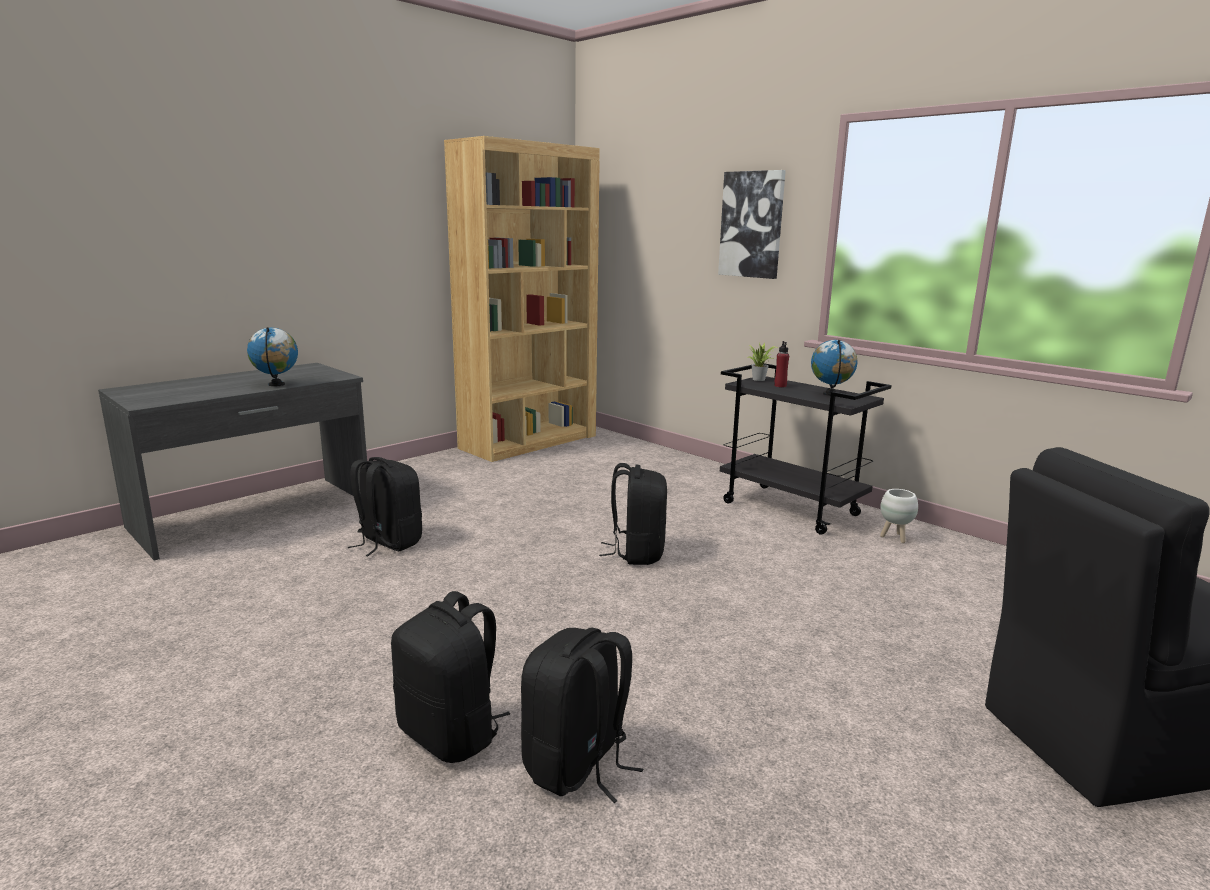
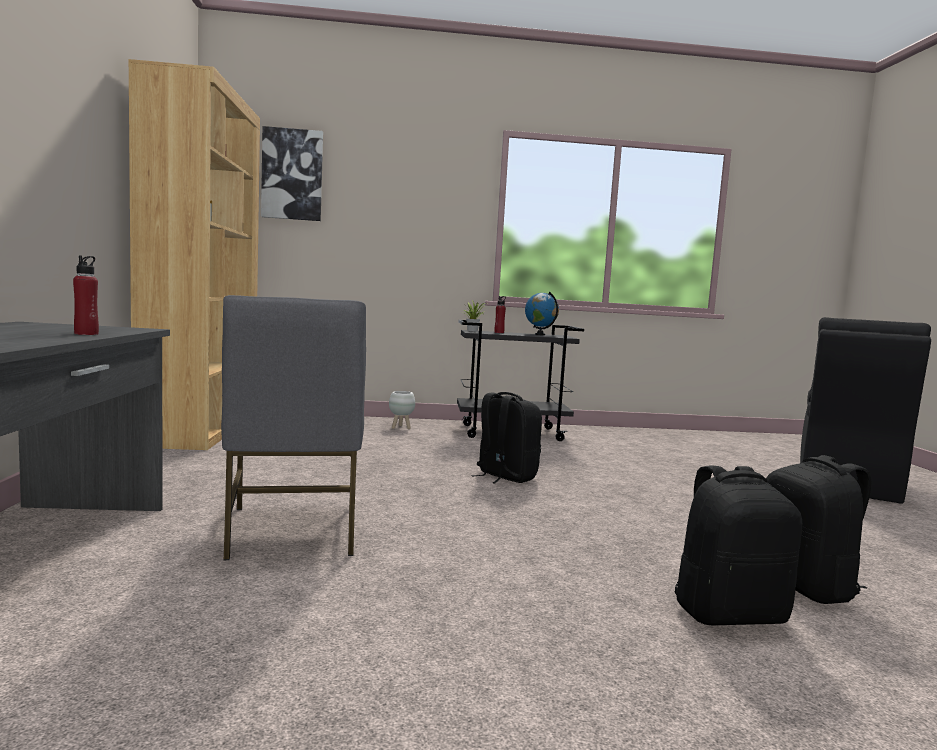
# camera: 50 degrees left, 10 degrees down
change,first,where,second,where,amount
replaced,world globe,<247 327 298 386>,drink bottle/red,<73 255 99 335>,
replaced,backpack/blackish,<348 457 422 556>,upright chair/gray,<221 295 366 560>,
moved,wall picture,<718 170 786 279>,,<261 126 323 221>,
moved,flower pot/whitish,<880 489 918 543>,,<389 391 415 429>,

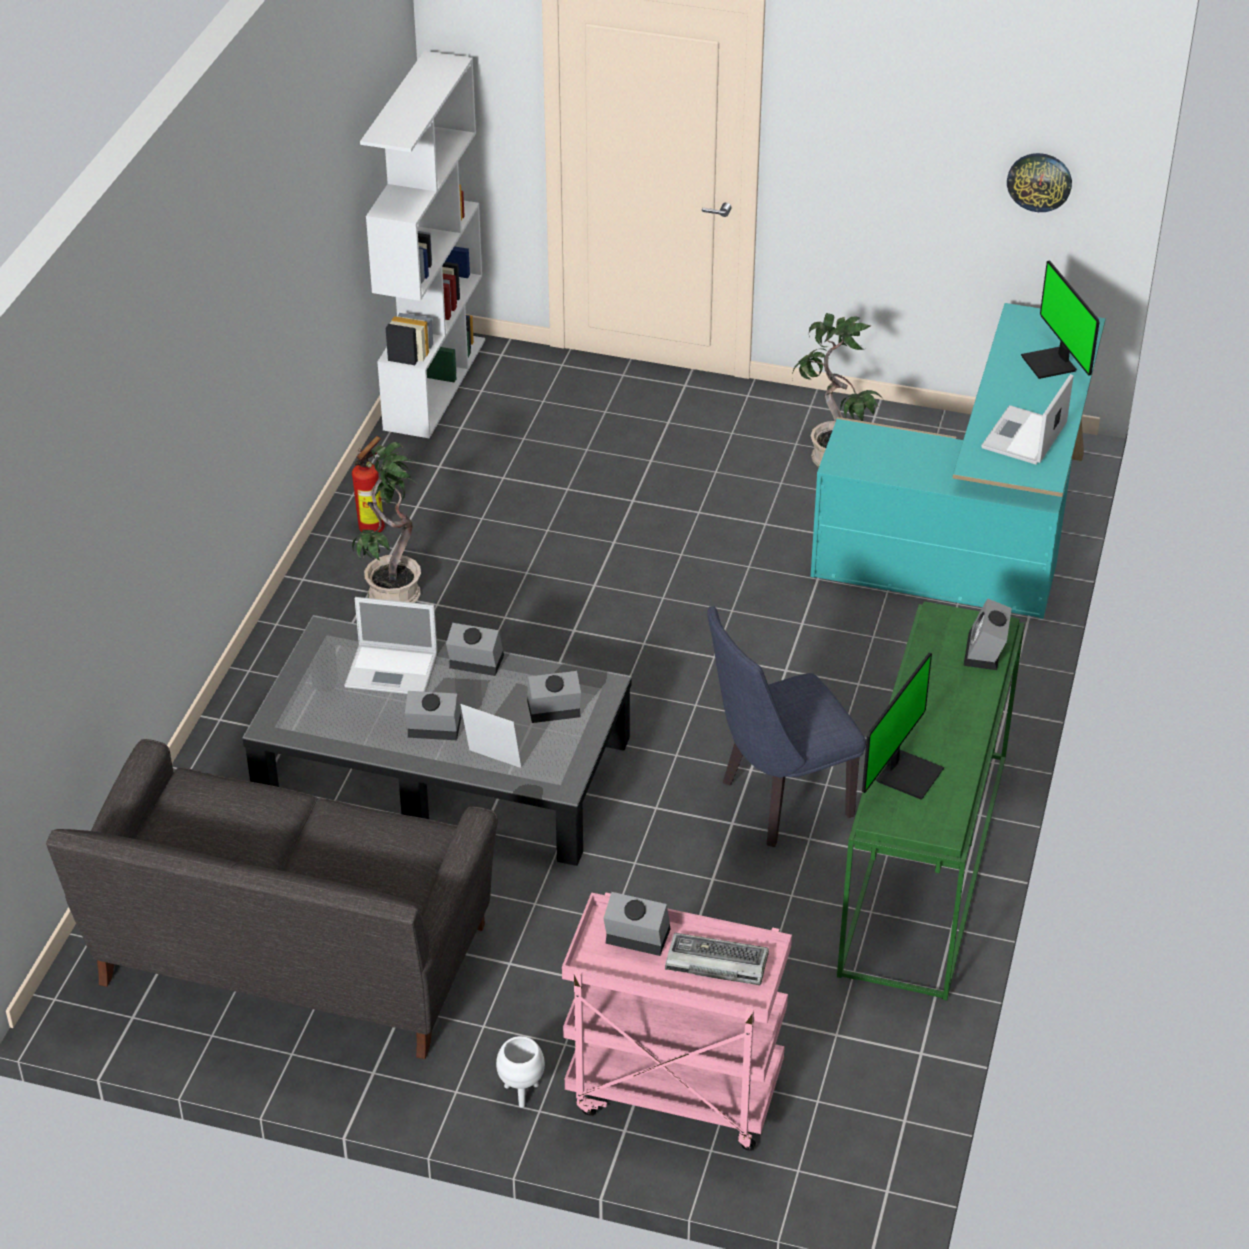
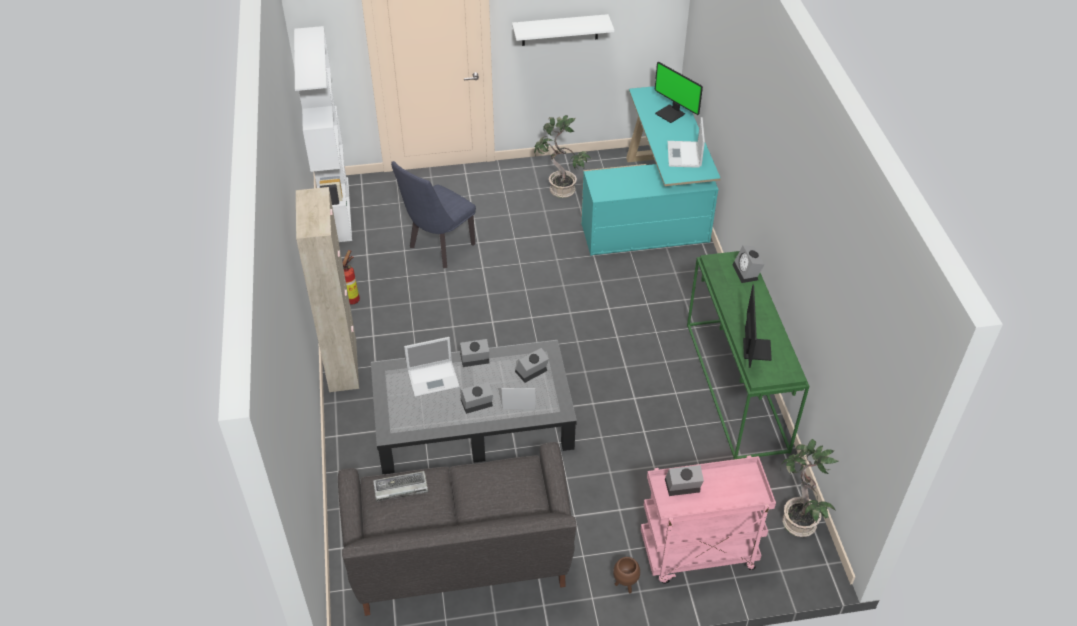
# camera: 25 degrees left, 5 degrees up
change,first,where,second,where,amount
moved,potted plant,<352 442 421 603>,,<781 439 839 537>,
recoloured,flower pot/whitish,<496 1036 545 1108>,flower pot/brownish,<613 557 640 593>,
moved,keyboard,<665 933 769 986>,,<373 471 428 502>,
moved,upright chair/blue,<707 606 866 847>,,<391 161 476 268>,
removed,wall clock,<1007 153 1072 212>,,,
added,,,cabinet/beige-coloured,<296 187 359 392>,
added,,,shelf/whitish,<512 14 614 46>,

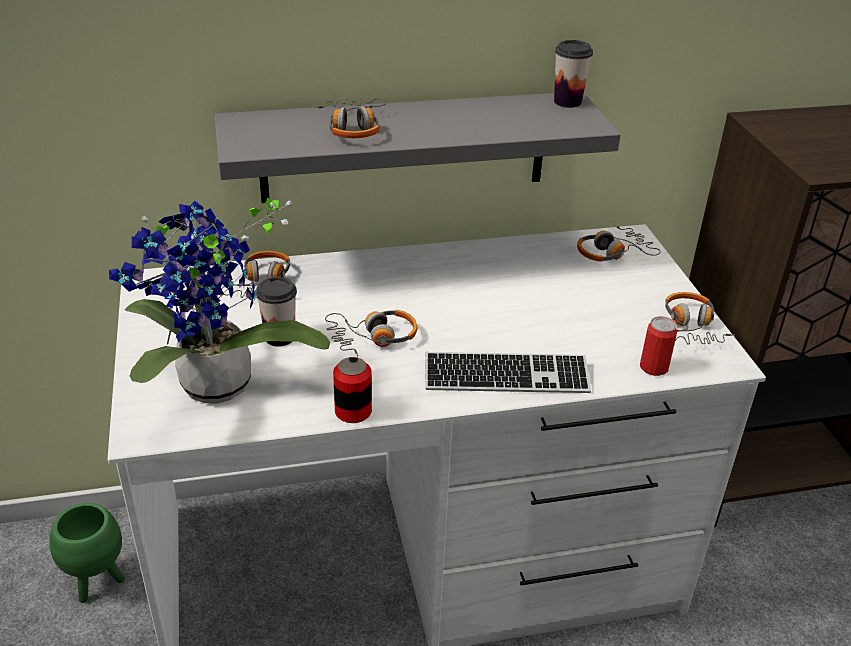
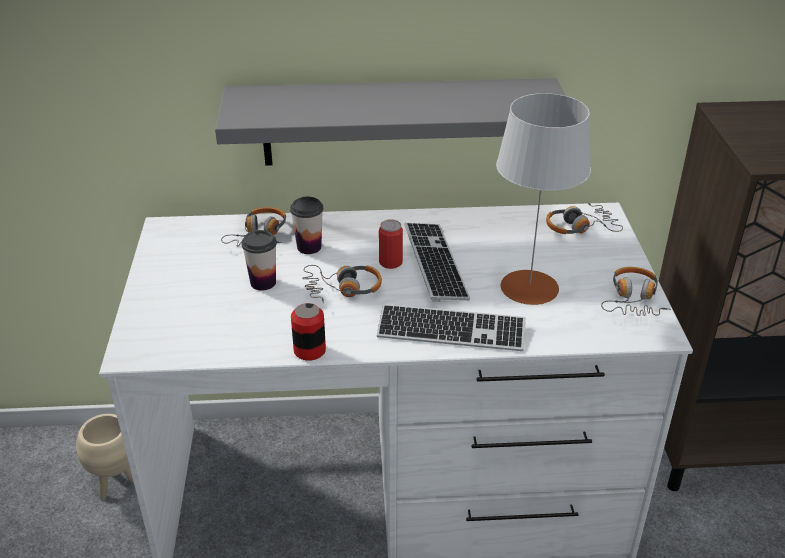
# camera: 10 degrees right, 0 degrees up
change,first,where,second,where,amount
recoloured,flower pot/green,<49 503 125 603>,flower pot/beige-coloured,<76 414 134 499>,
removed,potted plant,<109 198 330 404>,,,
removed,pair of headphones,<314 98 386 138>,,,
moved,small cup,<554 40 593 108>,,<290 197 323 254>,
moved,can,<640 316 677 376>,,<379 219 403 269>,
added,,,keyboard,<404 223 470 302>,
added,,,table lamp/gray,<496 93 591 305>,

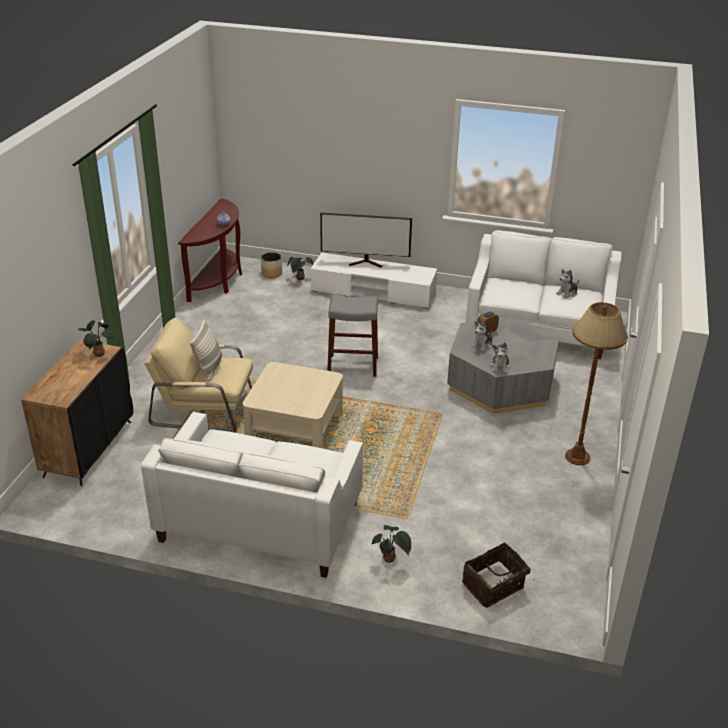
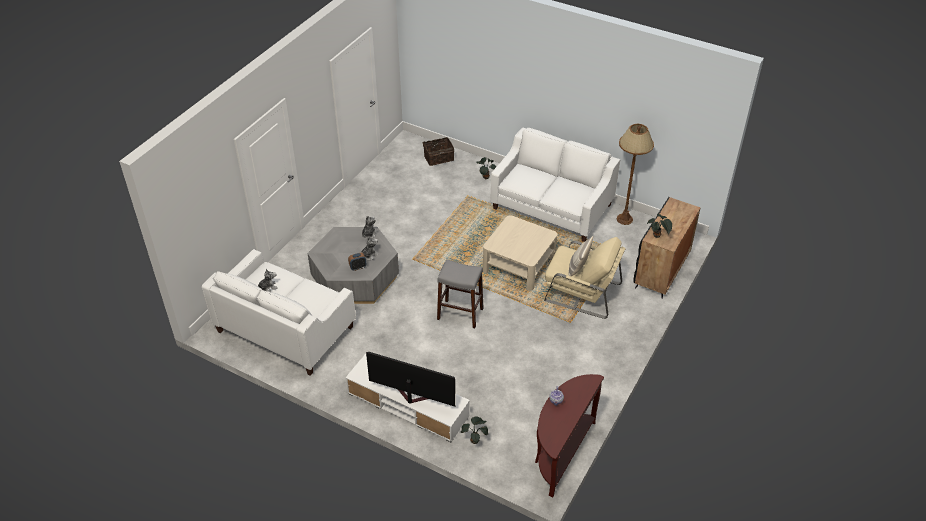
# camera: 165 degrees left, 10 degrees up
change,first,where,second,where,amount
removed,flower pot,<261 252 282 278>,,,
moved,standard lamp/brownish,<565 302 628 465>,,<617 124 654 225>,

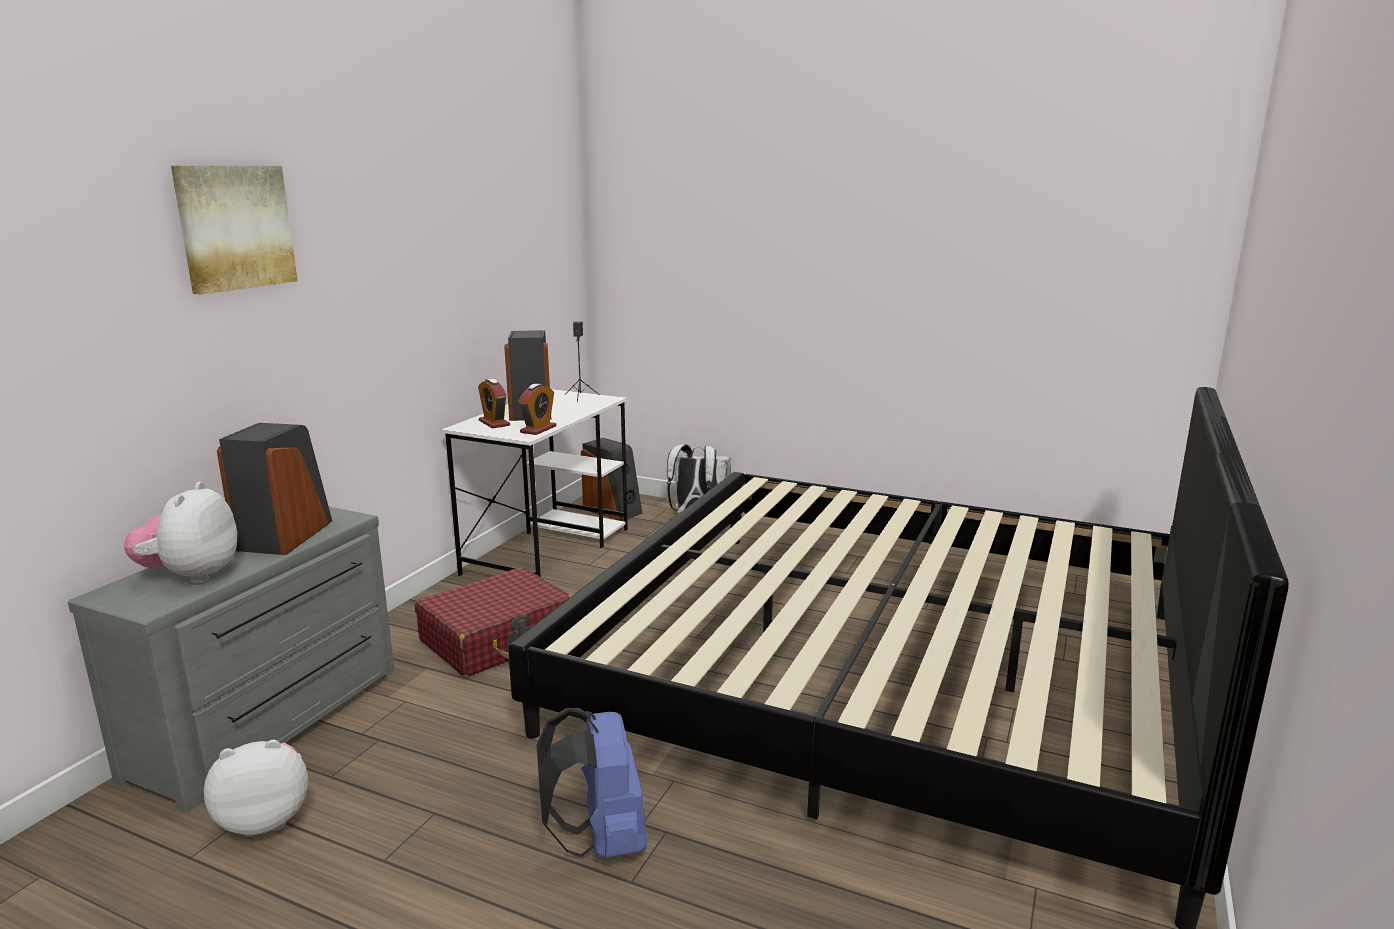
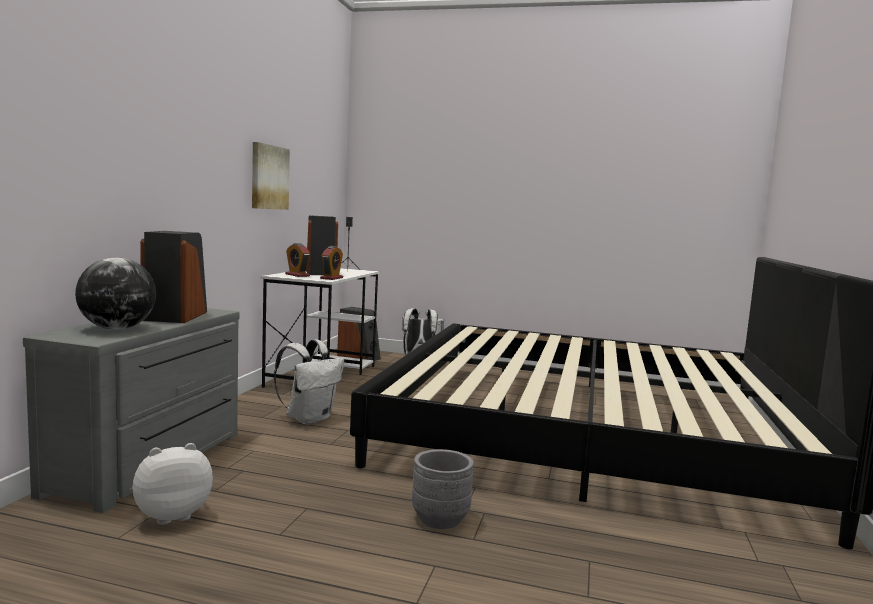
# camera: 10 degrees left, 10 degrees down
change,first,where,second,where,amount
replaced,soft toy,<124 482 237 584>,world globe,<75 258 156 330>,
moved,wall picture,<171 166 298 295>,,<252 142 290 210>,
replaced,travel case/red,<415 567 572 677>,backpack/whitish,<274 339 344 425>,
replaced,backpack/blue,<536 708 647 858>,flower pot/gray,<412 449 474 529>,

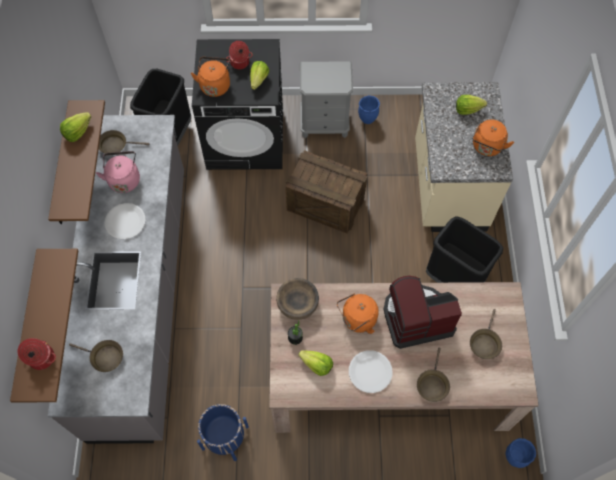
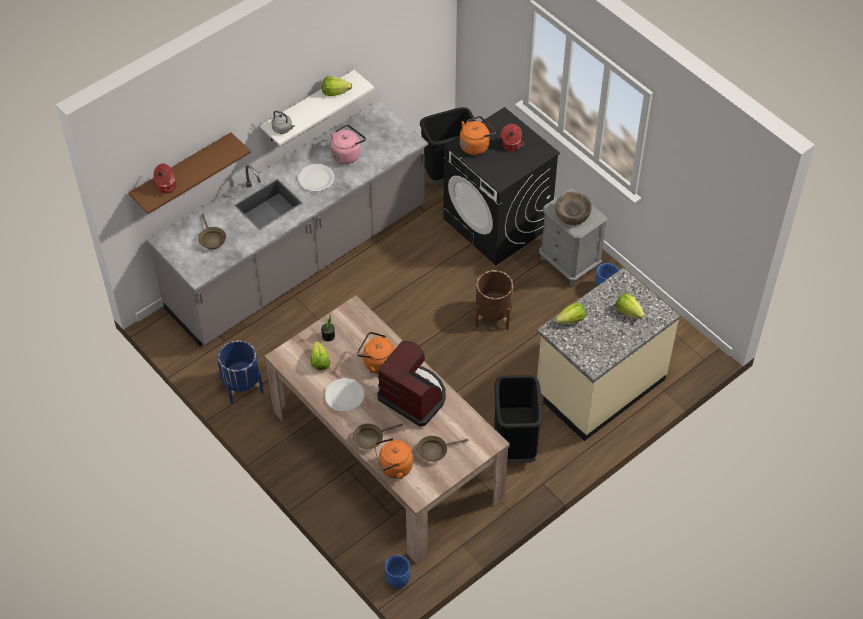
# camera: 50 degrees right, 10 degrees down
change,first,where,second,where,amount
recoloured,shelf/brownish,<48 100 105 224>,shelf/whitish,<260 70 374 146>,
removed,pan/brownish,<99 130 149 154>,,,
moved,lettuce,<250 61 269 90>,,<555 302 585 324>,
moved,bowl/brownish,<276 278 319 320>,,<555 192 592 225>,
replaced,crate,<286 150 368 234>,flower pot/brownish,<475 270 513 330>,
moved,kettle/orange,<472 119 514 156>,,<374 438 413 479>,
added,,,kettle/gray,<272 111 295 134>,

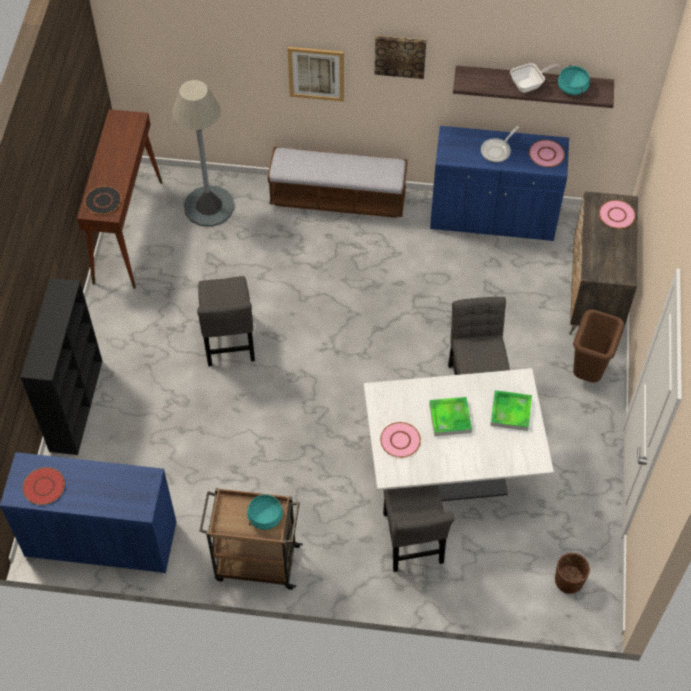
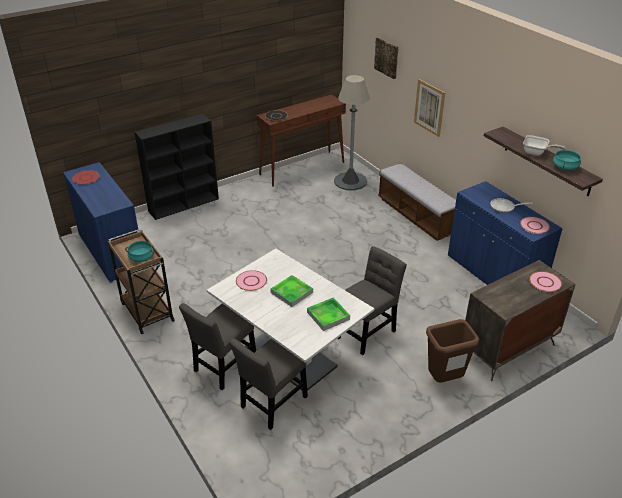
# camera: 50 degrees right, 20 degrees down
change,first,where,second,where,amount
moved,upright chair/gray,<197 276 255 366>,,<229 339 308 430>,
moved,wall picture,<374 35 426 79>,,<374 37 399 79>,
removed,flower pot/brownish,<555 553 590 594>,,,

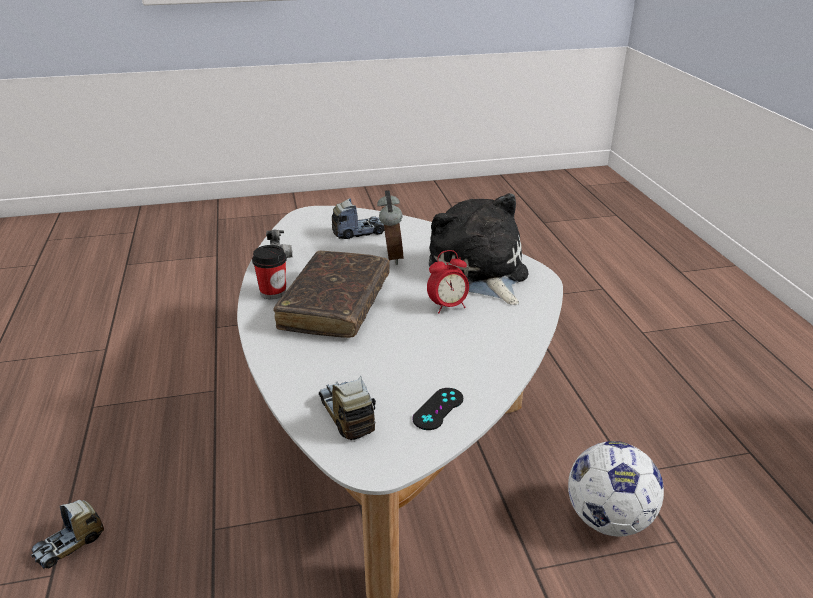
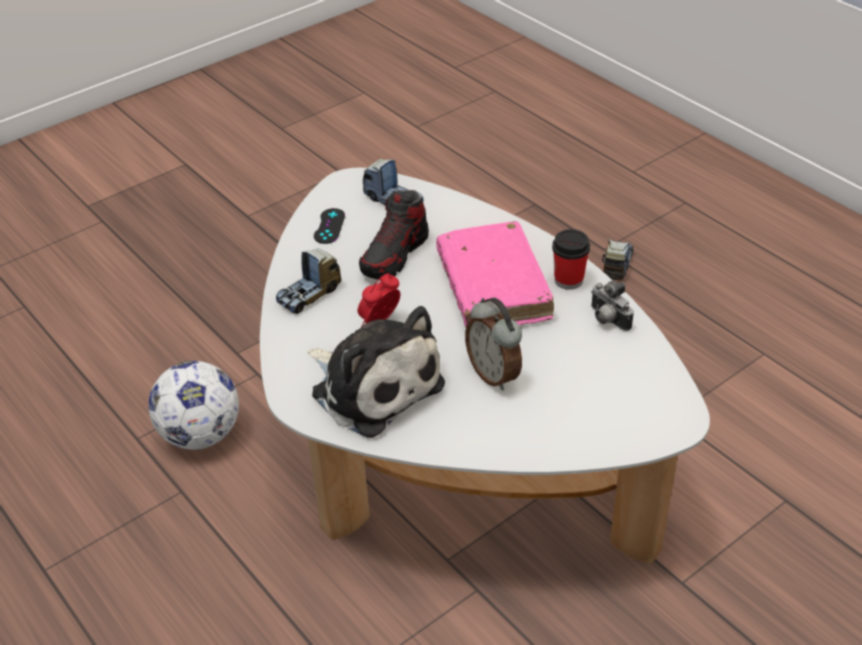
# camera: 155 degrees right, 10 degrees up
change,first,where,second,where,amount
recoloured,volume/brownish,<273 251 390 338>,volume/pink,<436 221 554 327>,
moved,toy truck,<332 198 385 239>,,<276 248 341 314>,
added,,,item of footwear,<359 190 429 280>,

